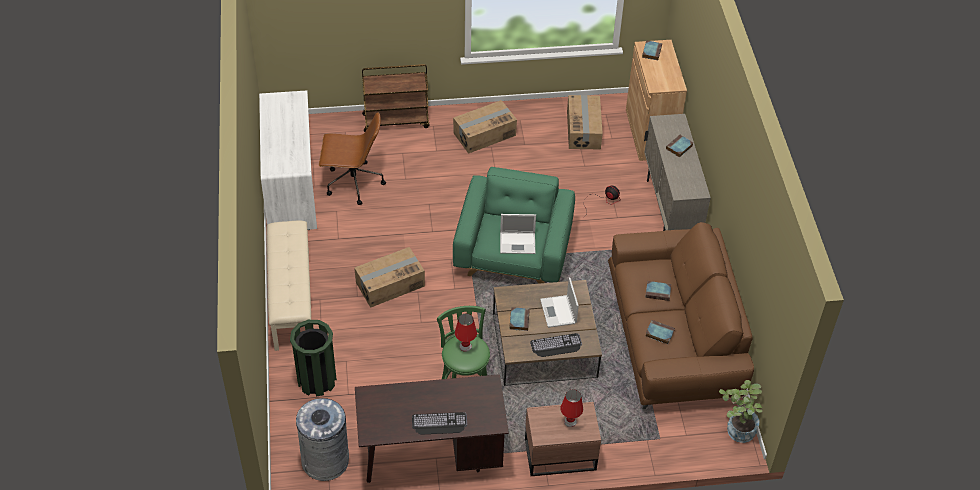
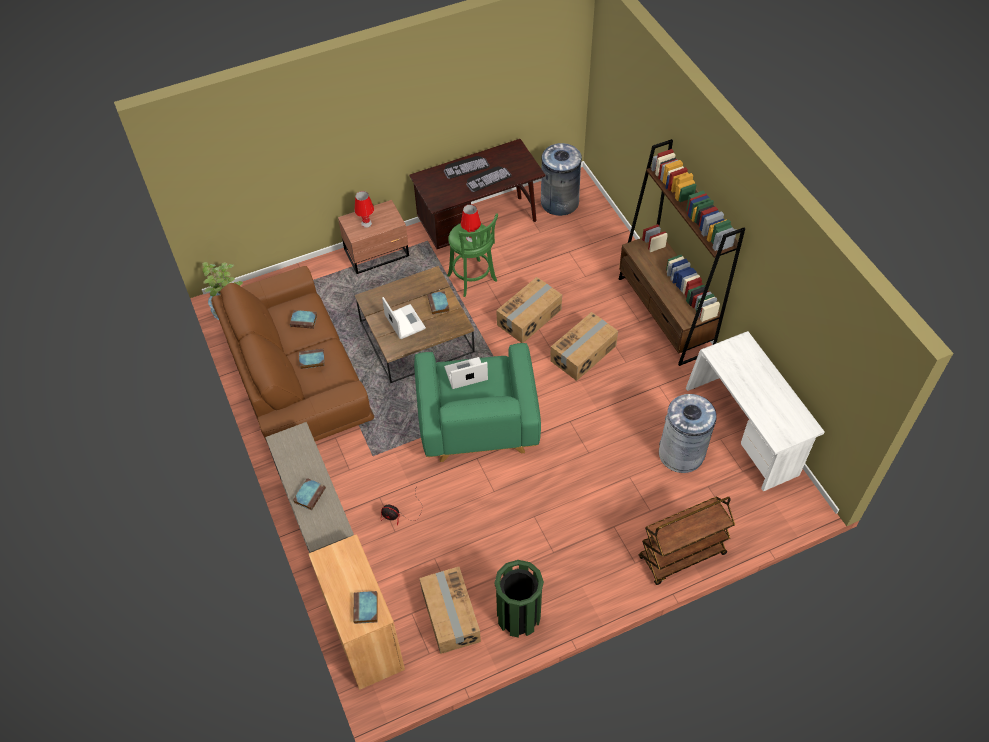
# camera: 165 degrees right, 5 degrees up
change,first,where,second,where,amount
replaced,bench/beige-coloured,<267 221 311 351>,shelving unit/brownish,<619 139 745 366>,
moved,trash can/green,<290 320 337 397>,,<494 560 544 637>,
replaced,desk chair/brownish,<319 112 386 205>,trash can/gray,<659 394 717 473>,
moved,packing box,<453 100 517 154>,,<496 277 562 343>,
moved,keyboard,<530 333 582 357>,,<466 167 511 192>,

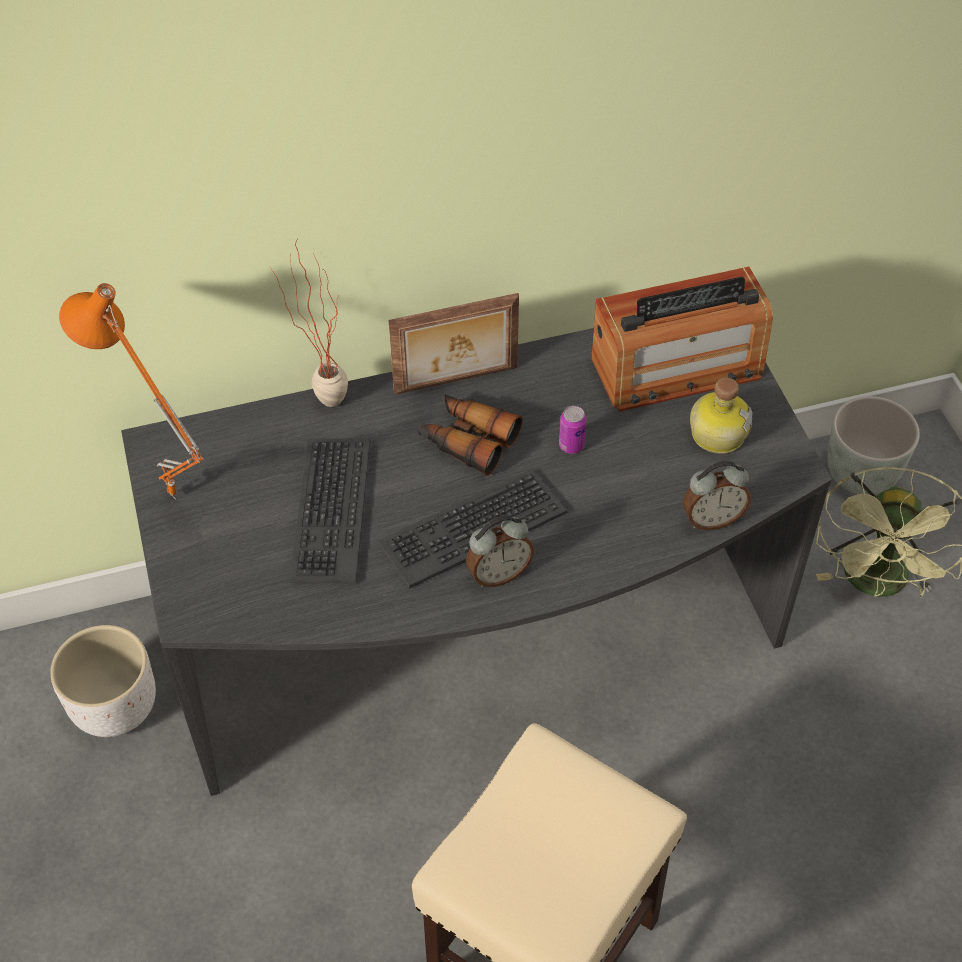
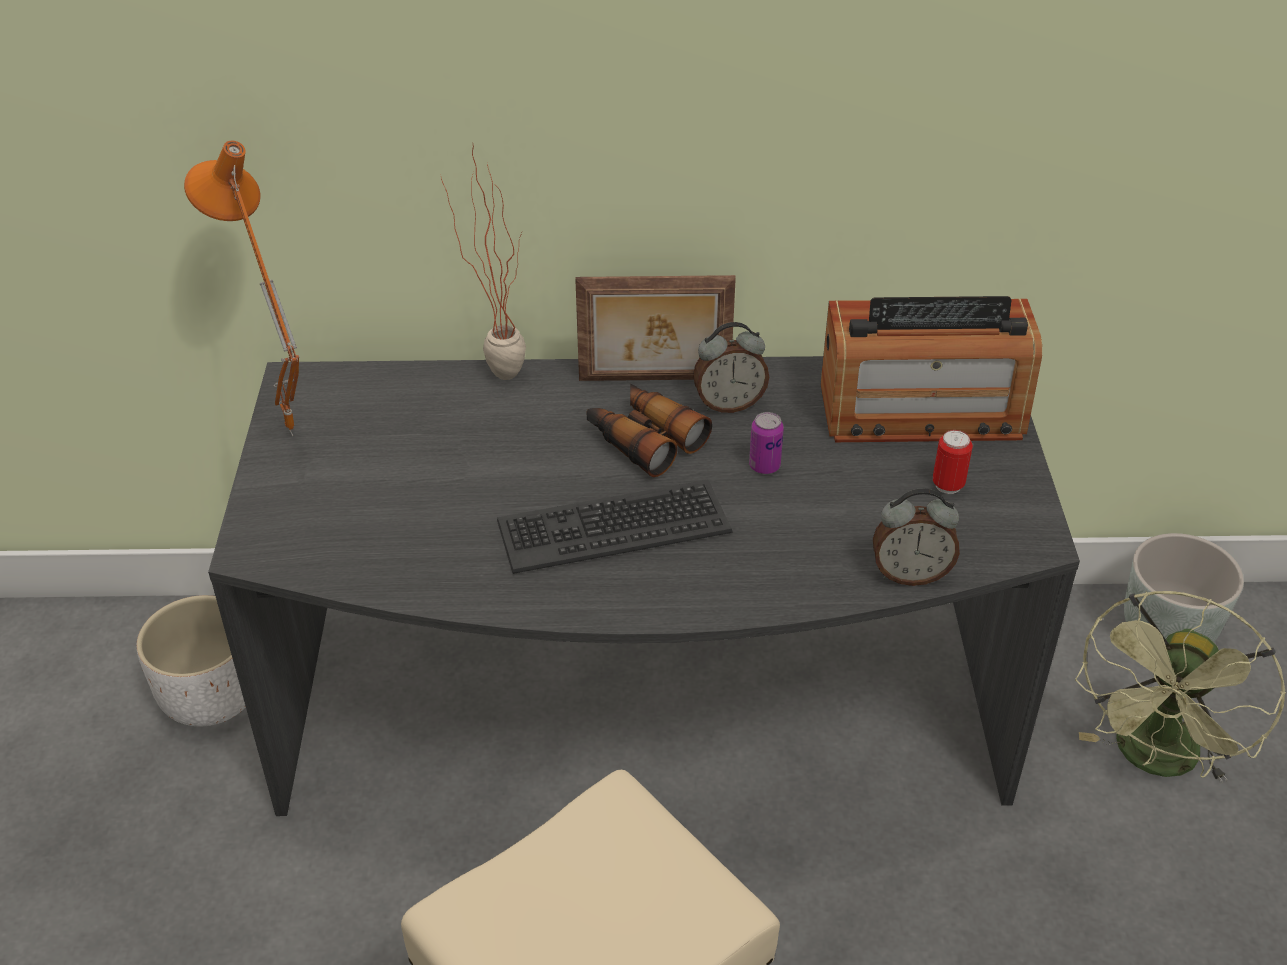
# camera: 15 degrees right, 10 degrees down
change,first,where,second,where,amount
removed,keyboard,<289 438 371 583>,,,
moved,alarm clock,<466 515 534 587>,,<693 322 769 413>,
replaced,drink bottle,<690 378 752 454>,can,<933 430 973 494>,

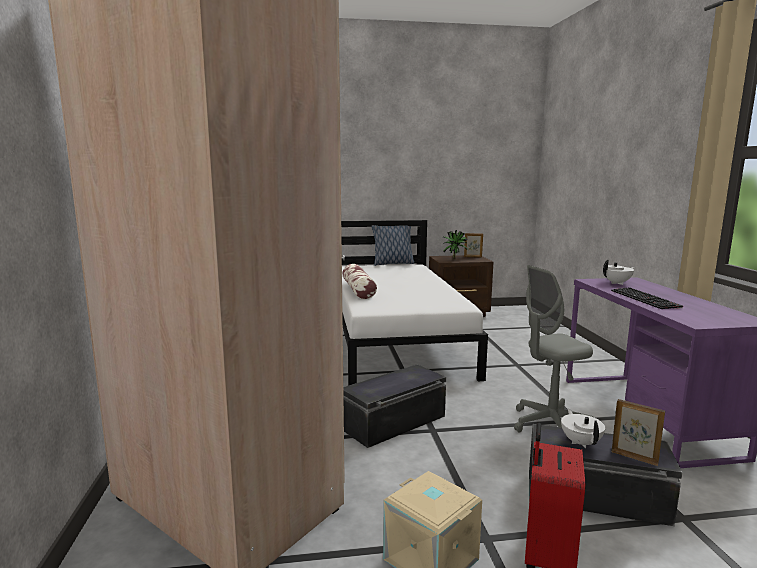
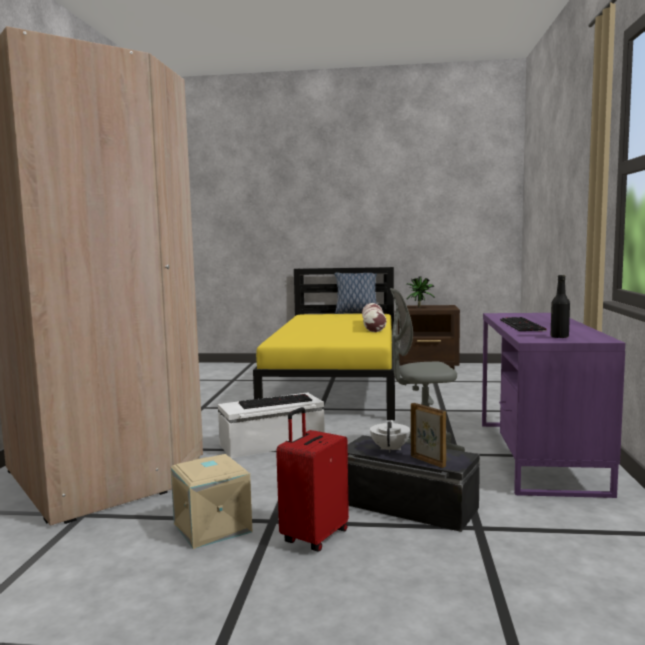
# camera: 15 degrees right, 5 degrees down
change,first,where,second,where,amount
recoloured,bed/whitish,<341 220 488 386>,bed/yellowish,<253 267 395 420>,
moved,throw pillow,<343 264 377 299>,,<362 303 387 332>,
recoloured,storage box/blackish,<343 364 446 448>,storage box/whitish,<218 392 325 458>,
removed,photo frame,<464 233 483 258>,,,
removed,tea pot/whitish,<603 260 635 285>,,,
added,,,keyboard,<239 394 312 409>,
added,,,drink bottle/blackish,<551 275 570 338>,

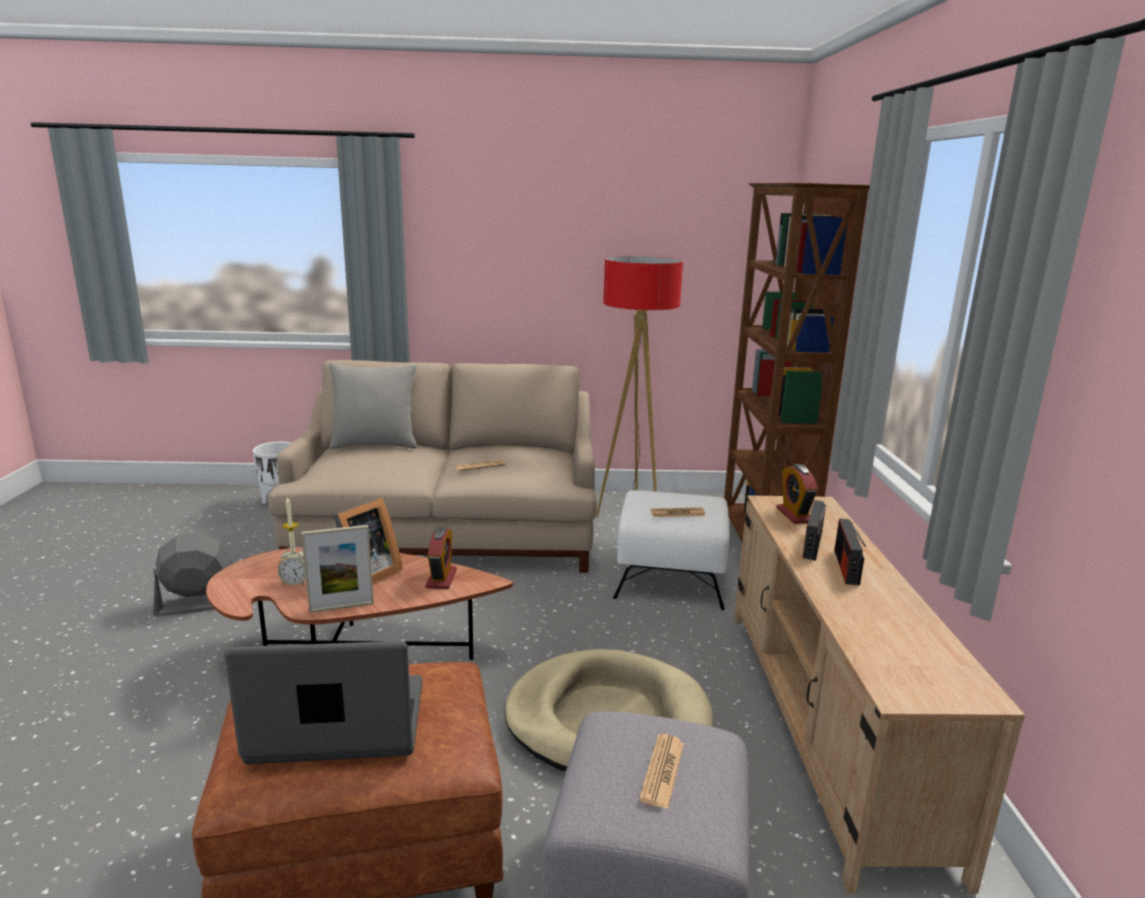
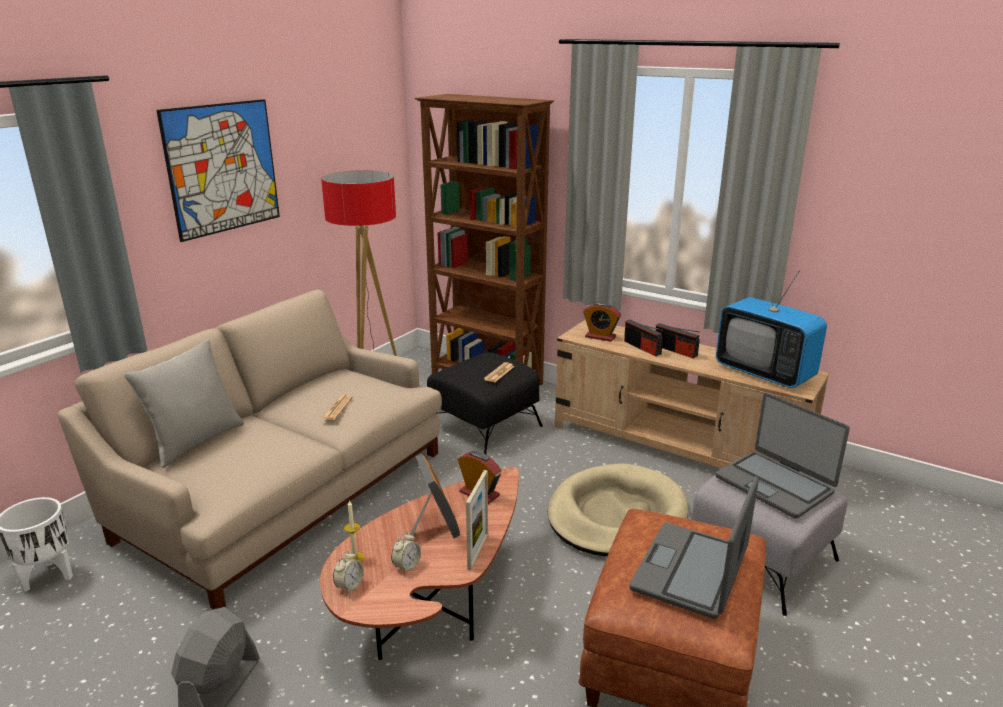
# camera: 55 degrees left, 5 degrees up
change,first,where,second,where,amount
recoloured,ottoman/whitish,<613 490 730 610>,ottoman/blackish,<427 352 543 454>,
replaced,daily paper,<639 734 684 809>,laptop,<715 393 850 519>,
added,,,wall picture,<156 99 280 242>,
added,,,alarm clock,<333 551 364 594>,
added,,,TV,<716 262 827 388>,

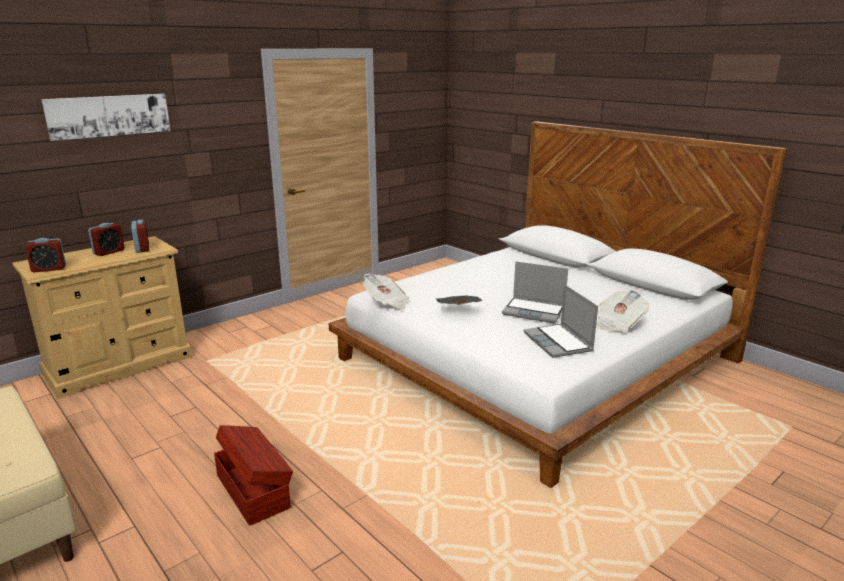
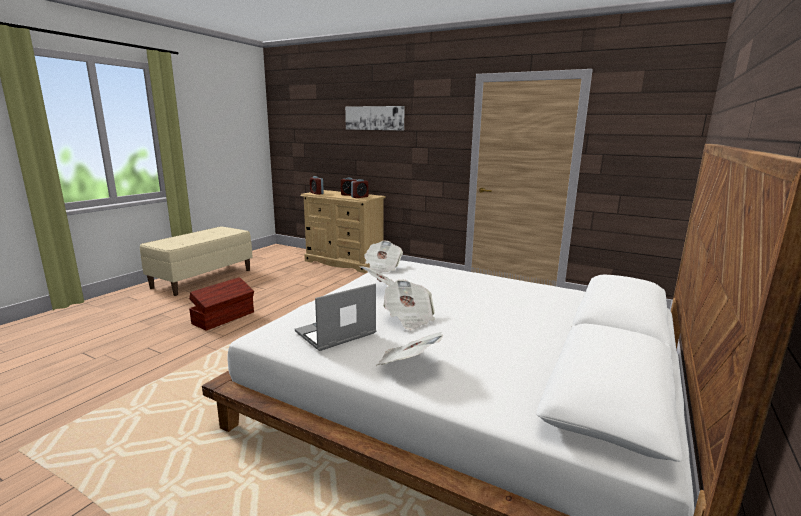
# camera: 70 degrees right, 5 degrees down
change,first,where,second,where,amount
replaced,laptop,<502 261 568 323>,daily paper,<383 280 435 330>,

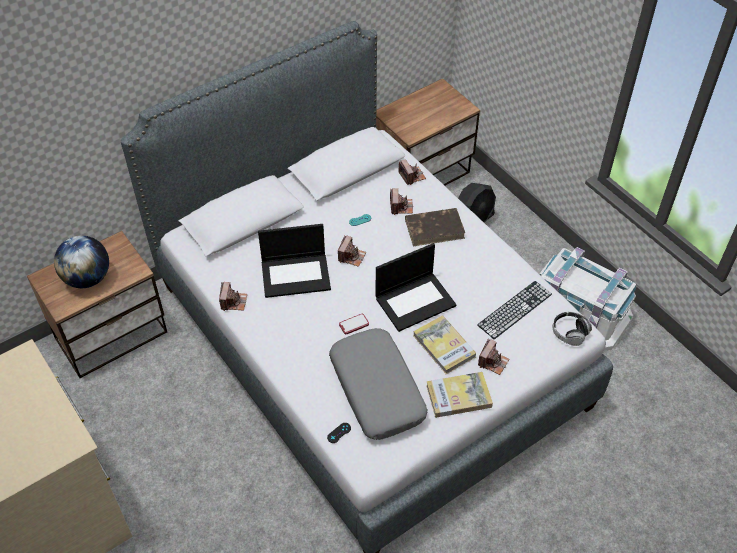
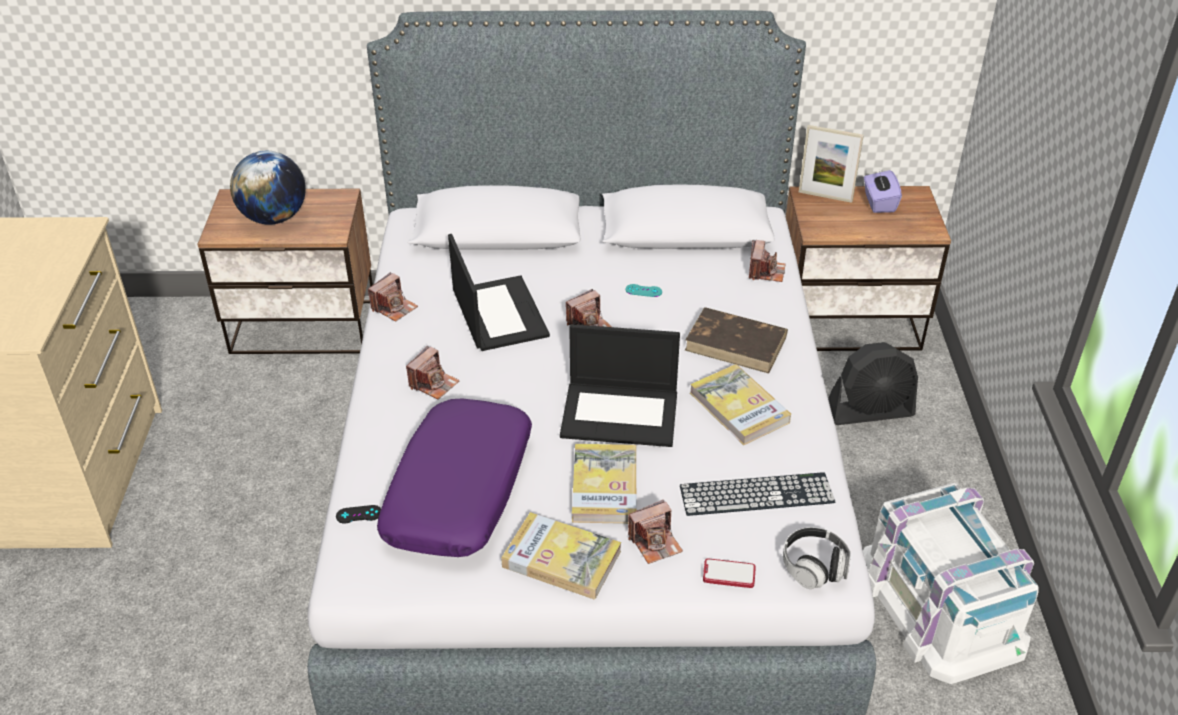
# camera: 35 degrees right, 10 degrees down
change,first,where,second,where,amount
turned,laptop,<258 224 331 298>,,<448 234 550 351>,135 degrees counterclockwise
recoloured,throw pillow/gray,<329 328 427 440>,throw pillow/purple-coloured,<377 399 532 557>,
moved,telephone,<339 314 369 334>,,<703 558 755 588>,
moved,still camera,<390 188 413 215>,,<406 346 460 399>,
added,,,volume,<690 364 791 445>,
added,,,photo frame,<799 125 864 203>,
added,,,tissue box/purple-coloured,<864 170 902 213>,

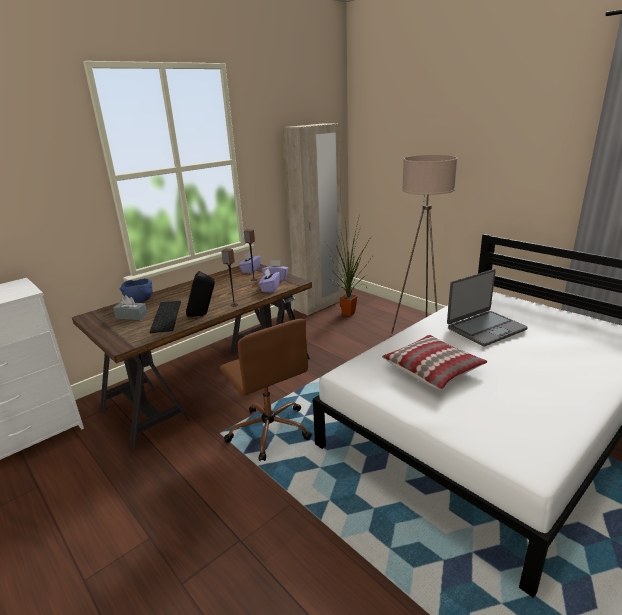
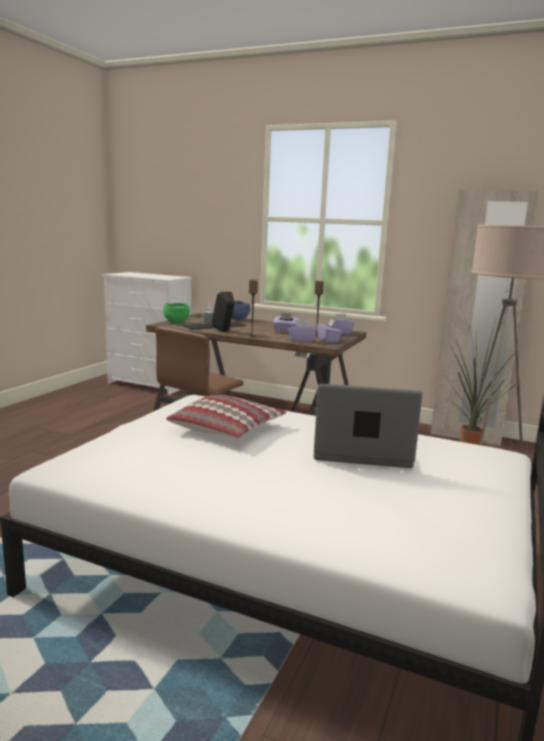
# camera: 65 degrees right, 10 degrees down
change,first,where,second,where,amount
turned,laptop,<447 269 528 346>,,<314 384 422 468>,150 degrees clockwise
added,,,bowl/green,<163 303 190 323>,
added,,,tissue box/purple-coloured,<273 313 300 333>,

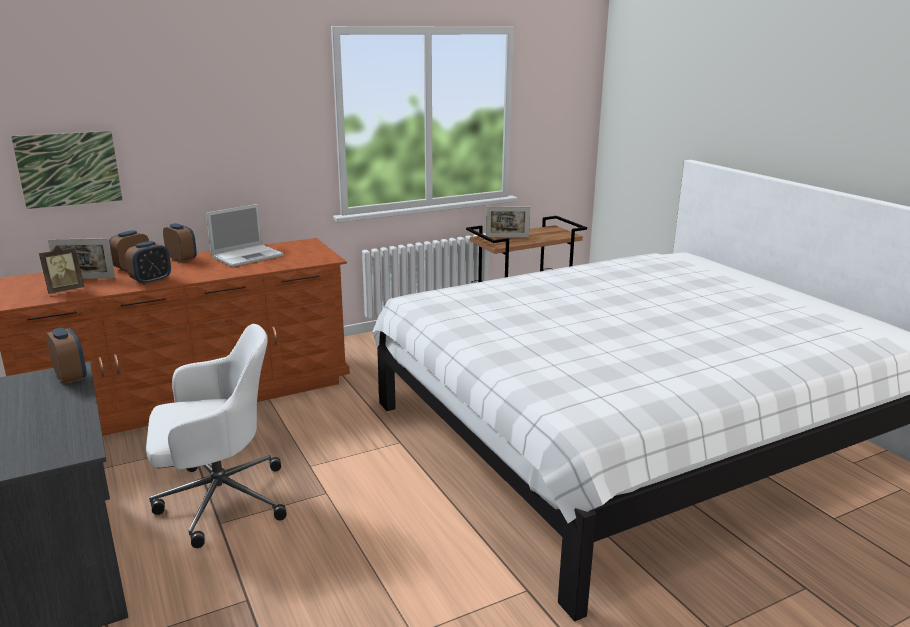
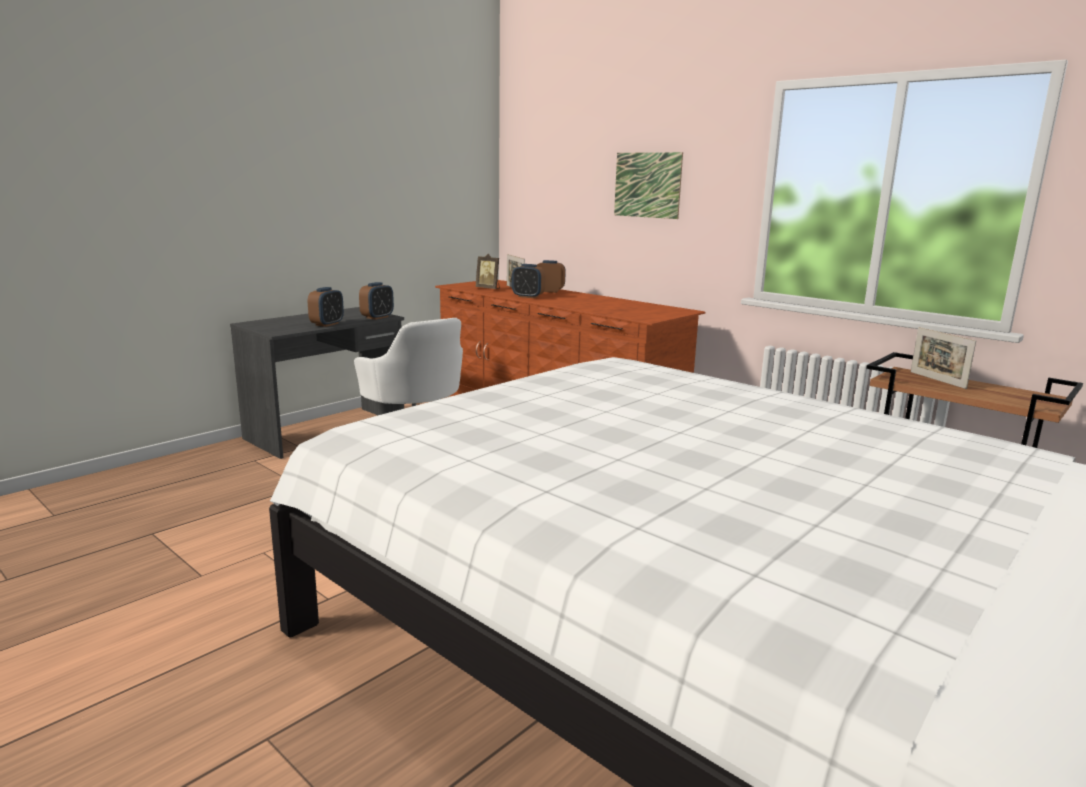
# camera: 70 degrees right, 5 degrees down
change,first,where,second,where,amount
moved,wall picture,<11 131 123 209>,,<614 152 683 219>,
moved,alarm clock,<163 223 197 263>,,<308 287 344 327>,
removed,laptop,<206 204 284 267>,,,

